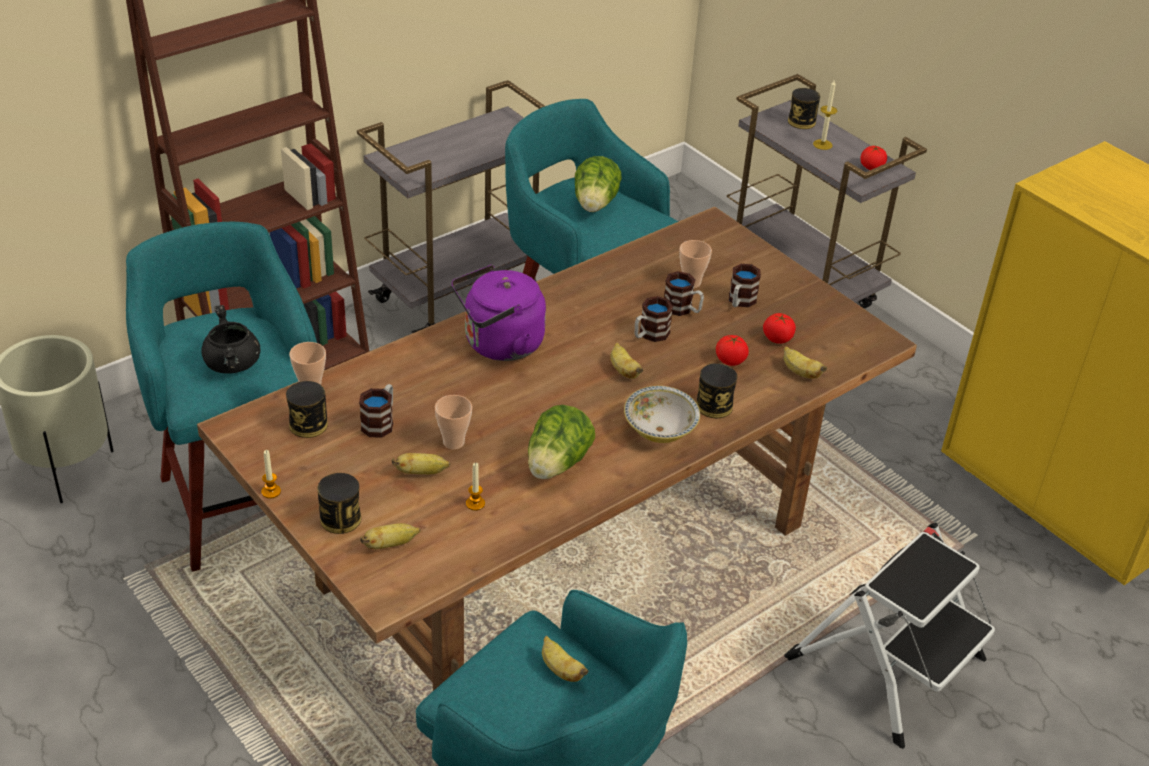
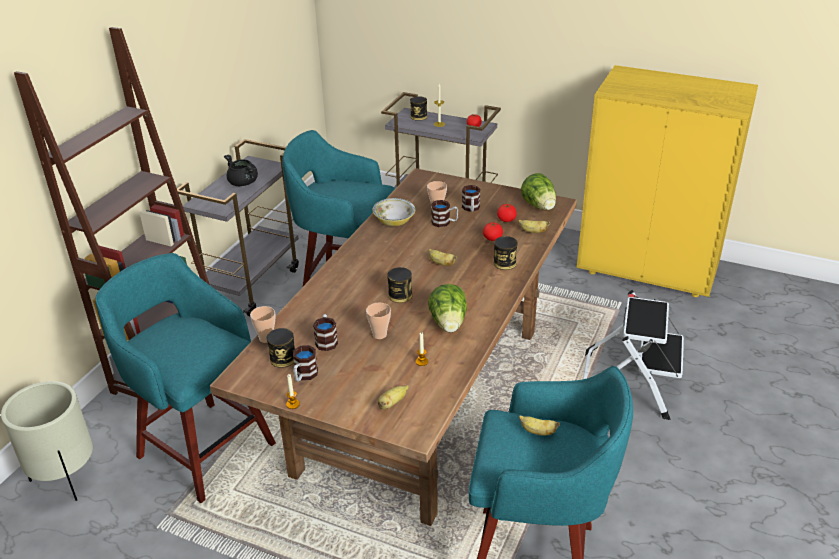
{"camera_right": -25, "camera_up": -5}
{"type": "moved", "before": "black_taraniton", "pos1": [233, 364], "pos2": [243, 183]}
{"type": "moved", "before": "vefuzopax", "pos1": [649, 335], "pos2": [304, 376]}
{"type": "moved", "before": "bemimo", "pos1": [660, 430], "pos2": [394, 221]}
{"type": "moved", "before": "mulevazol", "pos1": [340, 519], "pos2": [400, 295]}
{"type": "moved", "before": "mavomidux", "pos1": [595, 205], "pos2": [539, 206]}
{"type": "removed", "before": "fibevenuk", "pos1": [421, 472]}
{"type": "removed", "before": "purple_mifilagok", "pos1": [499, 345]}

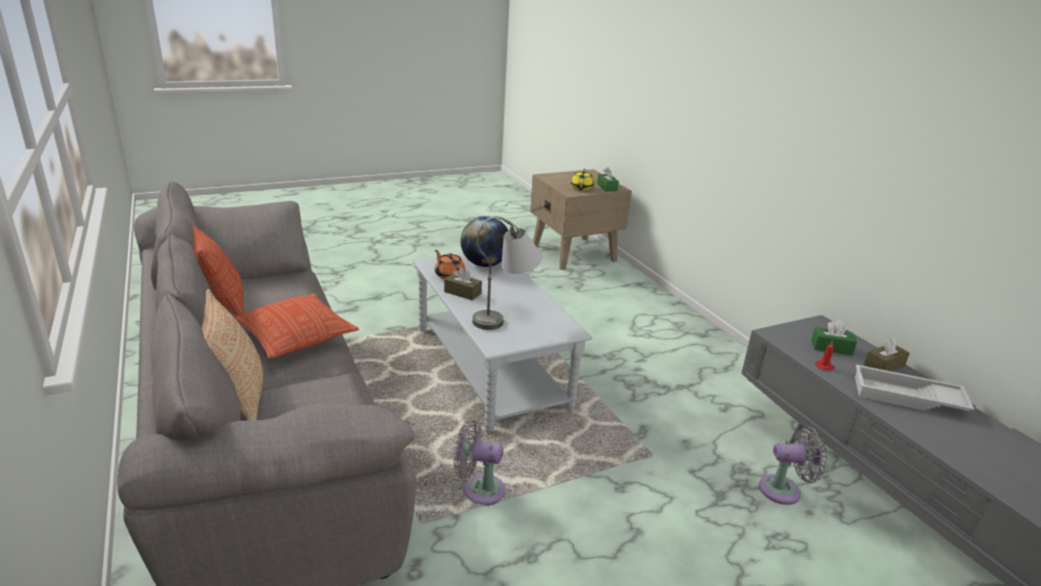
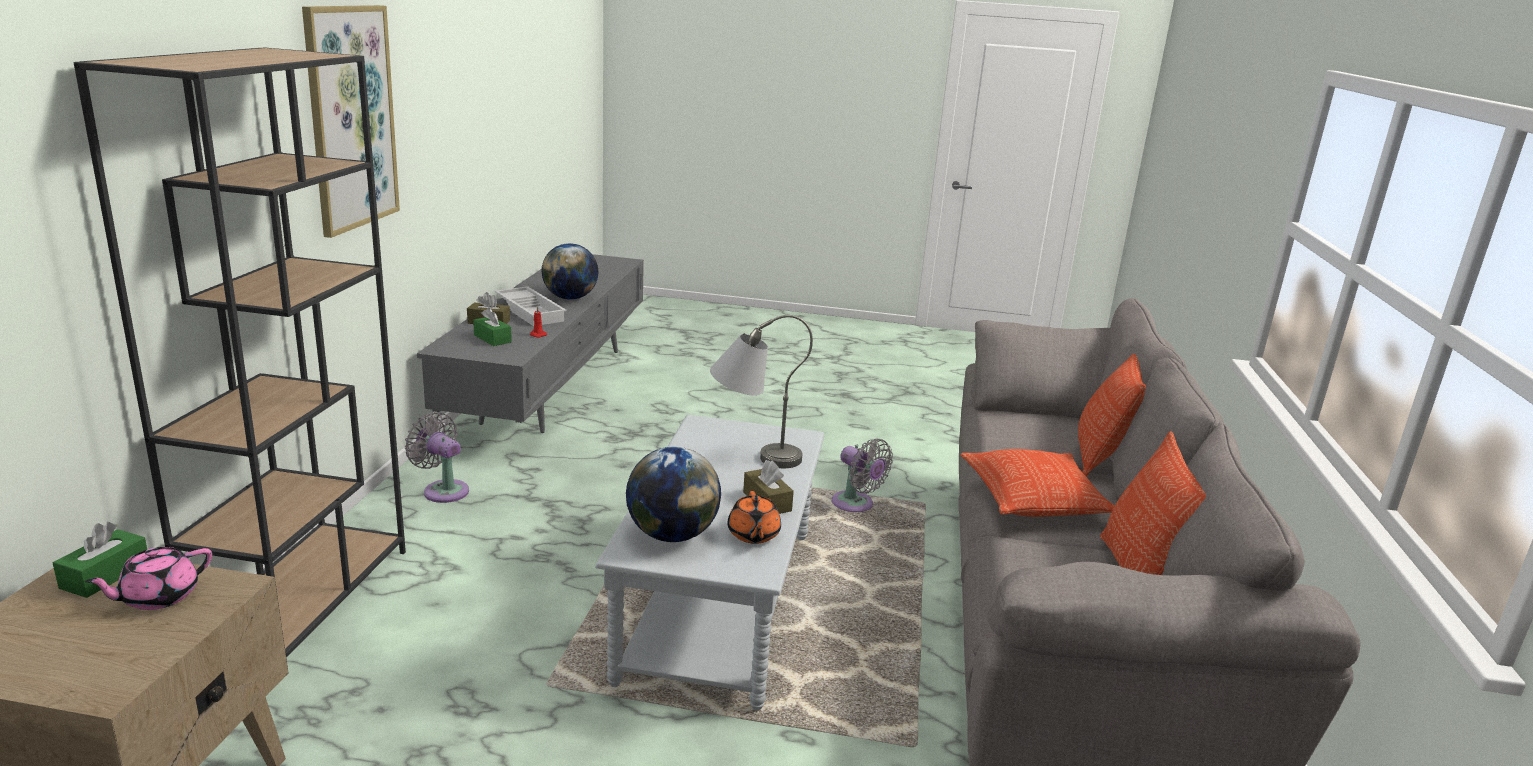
{"camera_right": -145, "camera_up": -5}
{"type": "added", "after": "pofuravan", "pos2": [305, 599]}
{"type": "recoloured", "before": "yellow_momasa", "after": "pink_momasa", "pos1": [582, 187], "pos2": [158, 597]}
{"type": "added", "after": "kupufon", "pos2": [351, 118]}
{"type": "moved", "before": "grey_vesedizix", "pos1": [784, 490], "pos2": [443, 490]}
{"type": "added", "after": "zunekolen", "pos2": [570, 298]}
{"type": "recoloured", "before": "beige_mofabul", "after": "orange_mofabul", "pos1": [239, 399], "pos2": [1099, 458]}

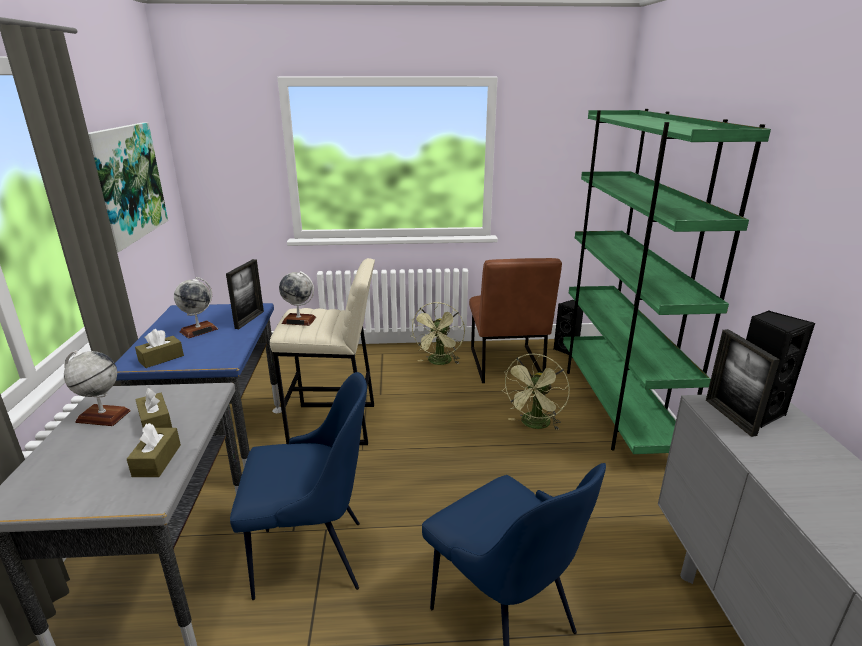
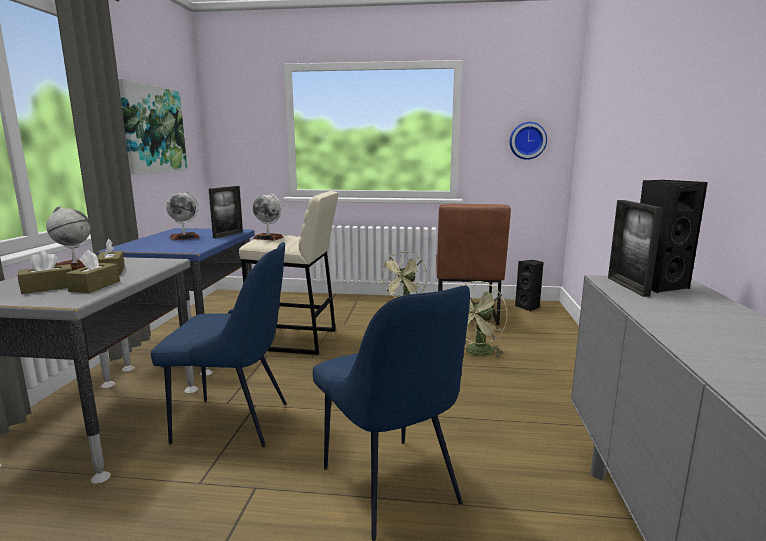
{"camera_right": 10, "camera_up": -10}
{"type": "moved", "before": "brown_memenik", "pos1": [161, 358], "pos2": [48, 287]}
{"type": "added", "after": "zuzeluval", "pos2": [527, 140]}
{"type": "removed", "before": "green_pofuravan", "pos1": [615, 406]}

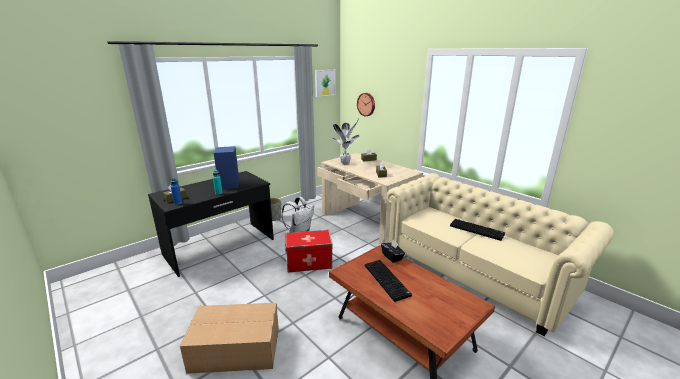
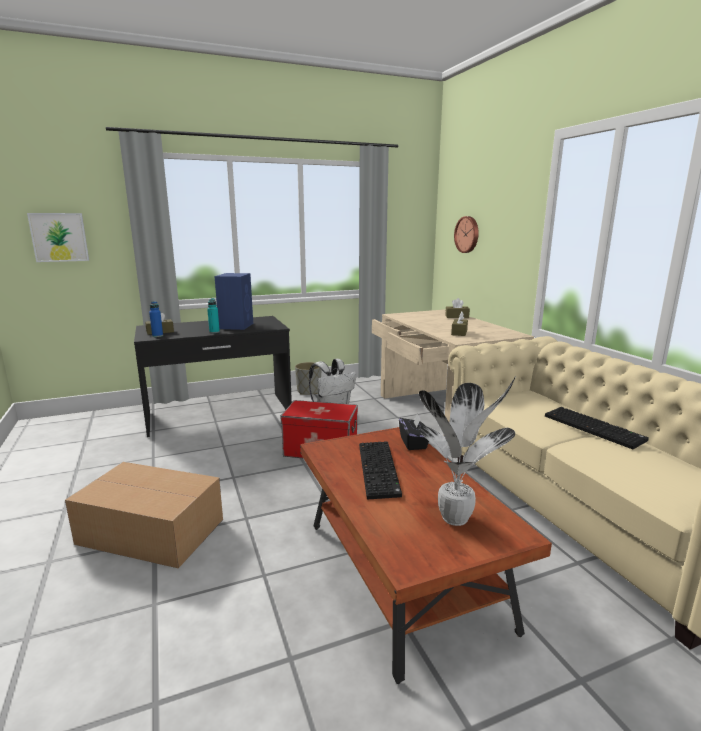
{"camera_right": 20, "camera_up": -5}
{"type": "moved", "before": "kupufon", "pos1": [325, 83], "pos2": [59, 237]}
{"type": "moved", "before": "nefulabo", "pos1": [346, 163], "pos2": [457, 520]}

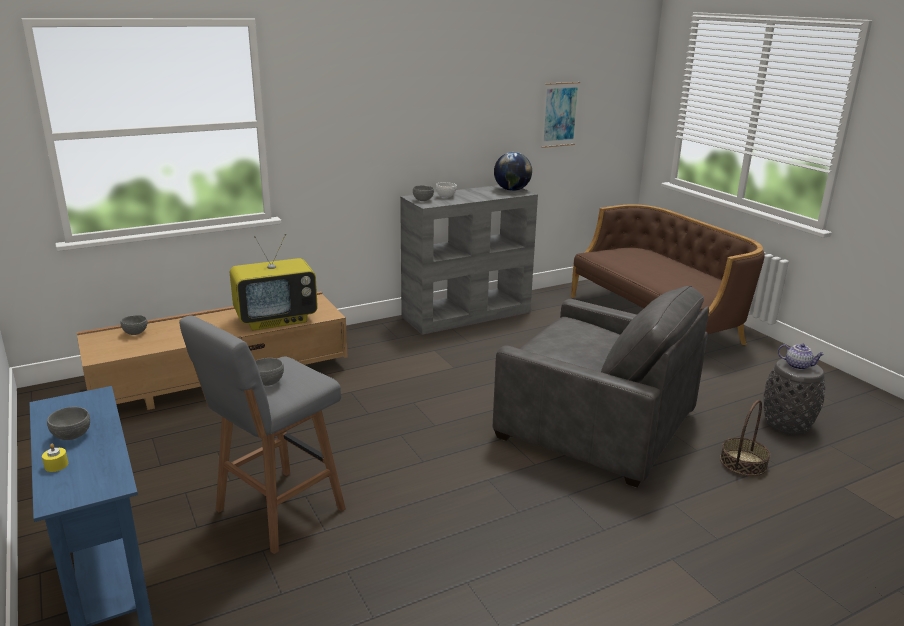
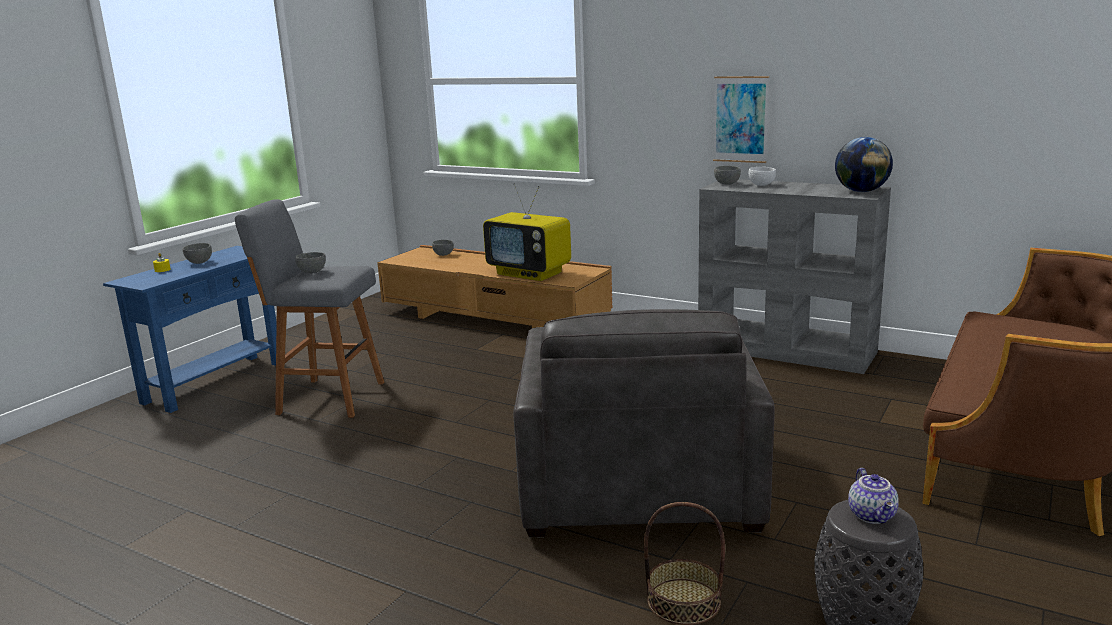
{"camera_right": 60, "camera_up": -5}
{"type": "moved", "before": "kupufon", "pos1": [560, 114], "pos2": [740, 119]}

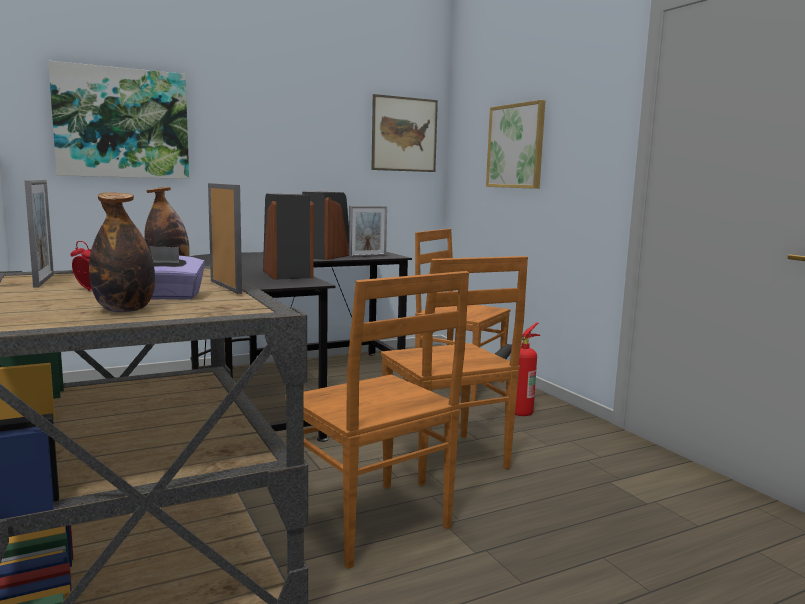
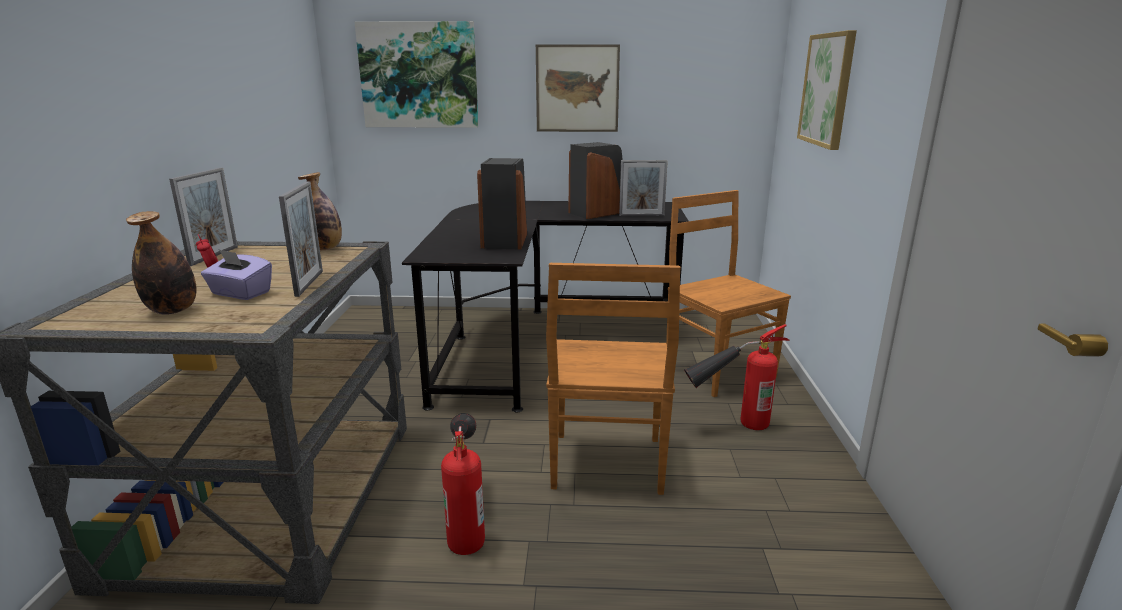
{"camera_right": 30, "camera_up": 10}
{"type": "replaced", "before": "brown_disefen", "after": "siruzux", "pos1": [372, 524], "pos2": [466, 519]}
{"type": "moved", "before": "kupufon", "pos1": [404, 134], "pos2": [577, 88]}

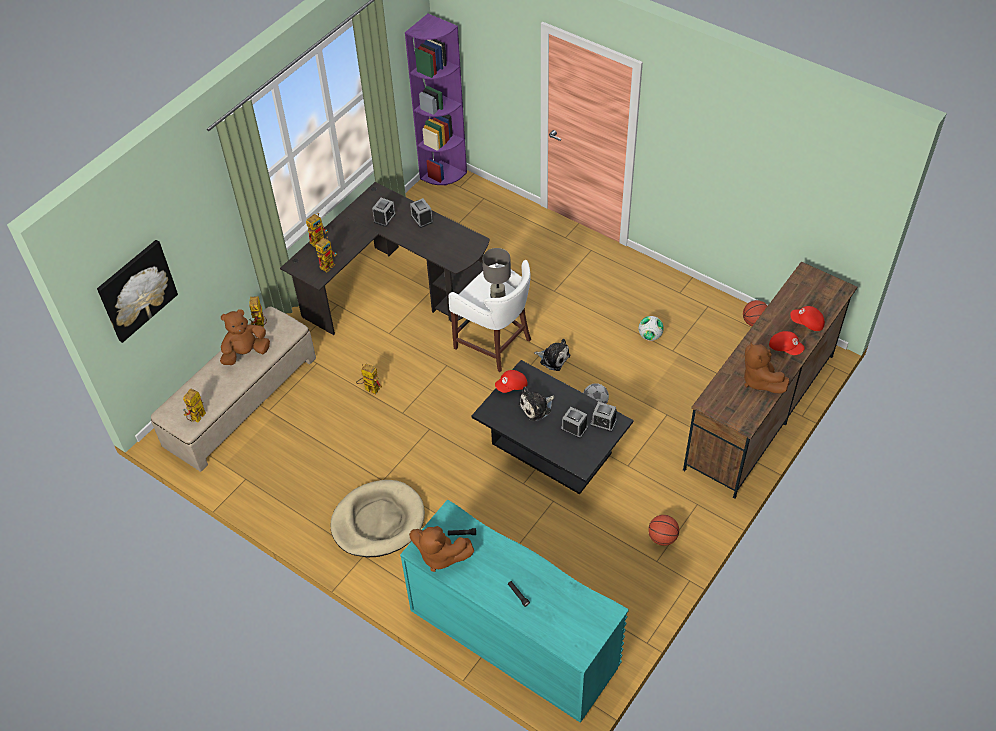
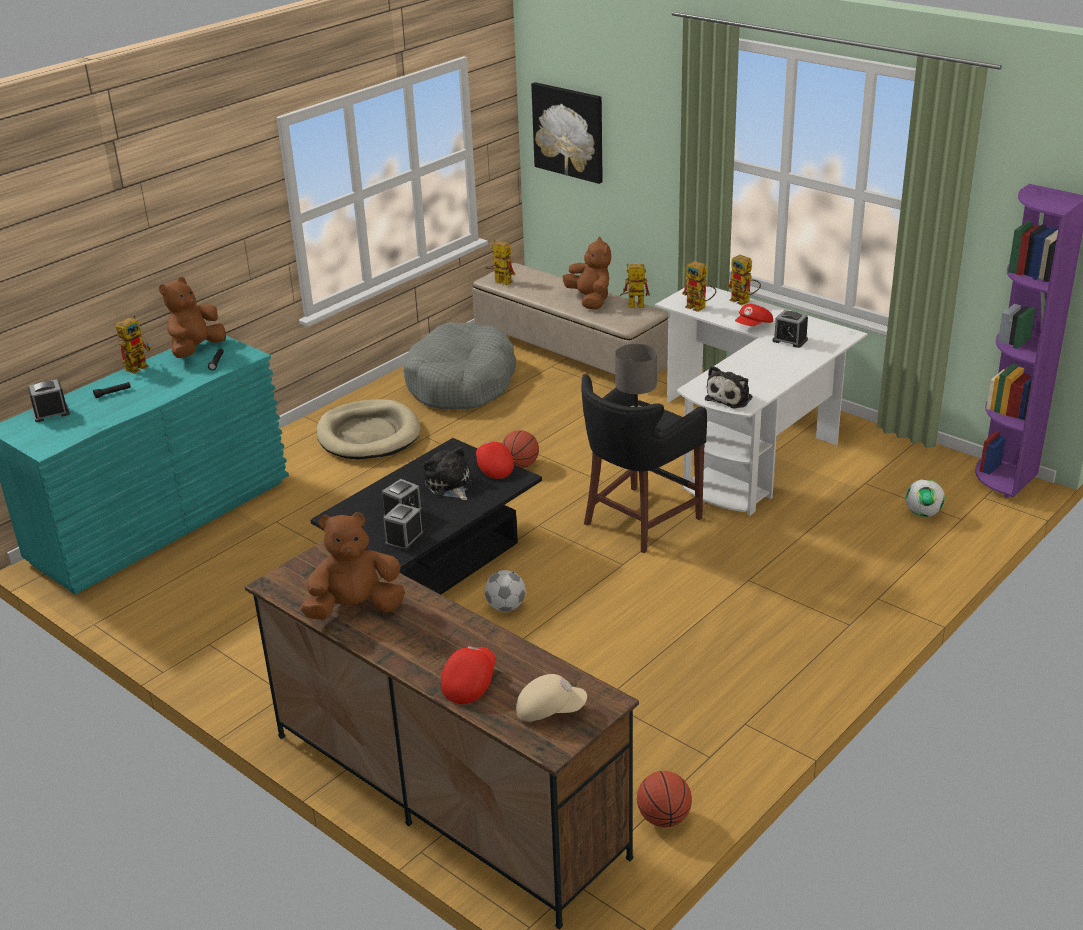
{"camera_right": 95, "camera_up": -20}
{"type": "moved", "before": "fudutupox", "pos1": [422, 219], "pos2": [51, 413]}
{"type": "moved", "before": "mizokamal", "pos1": [369, 389], "pos2": [139, 366]}
{"type": "added", "after": "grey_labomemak", "pos2": [461, 383]}
{"type": "moved", "before": "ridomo", "pos1": [662, 537], "pos2": [520, 465]}
{"type": "added", "after": "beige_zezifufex", "pos2": [550, 710]}
{"type": "recoloured", "before": "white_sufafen", "after": "black_sufafen", "pos1": [495, 344], "pos2": [638, 521]}
{"type": "recoloured", "before": "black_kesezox", "after": "white_kesezox", "pos1": [393, 288], "pos2": [751, 441]}
{"type": "moved", "before": "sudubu", "pos1": [553, 358], "pos2": [730, 398]}
{"type": "moved", "before": "red_zezifufex", "pos1": [785, 348], "pos2": [753, 326]}
{"type": "moved", "before": "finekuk", "pos1": [650, 336], "pos2": [922, 513]}

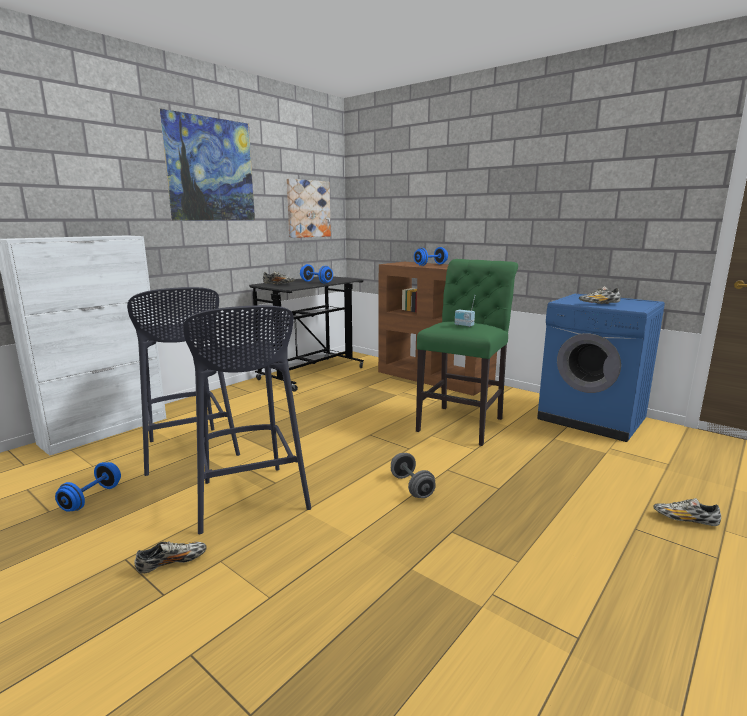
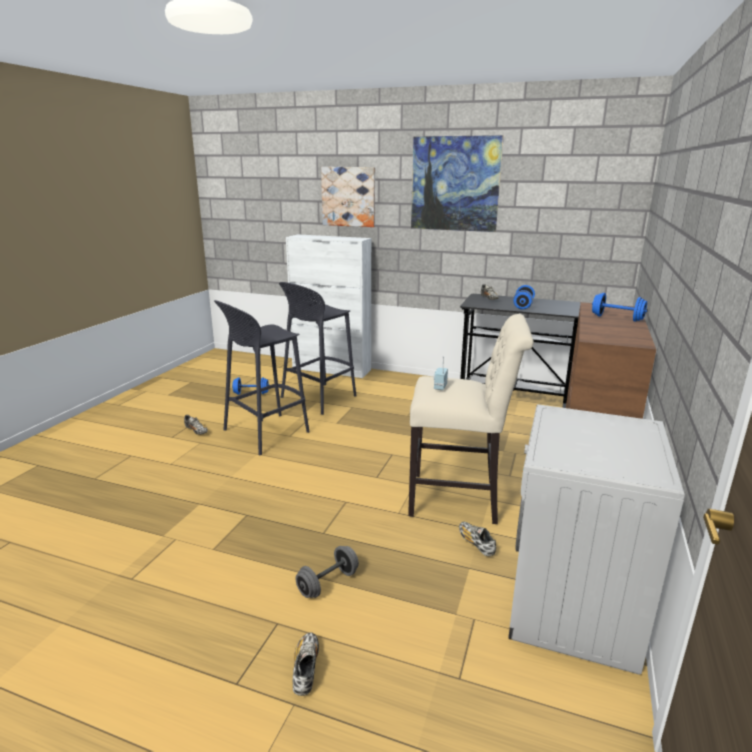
{"camera_right": 70, "camera_up": 5}
{"type": "moved", "before": "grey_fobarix", "pos1": [411, 487], "pos2": [328, 583]}
{"type": "moved", "before": "kupufon", "pos1": [308, 209], "pos2": [349, 196]}
{"type": "recoloured", "before": "green_sufafen", "after": "beige_sufafen", "pos1": [463, 423], "pos2": [460, 499]}
{"type": "moved", "before": "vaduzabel", "pos1": [599, 304], "pos2": [476, 543]}
{"type": "recoloured", "before": "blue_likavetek", "after": "white_likavetek", "pos1": [591, 419], "pos2": [569, 605]}

